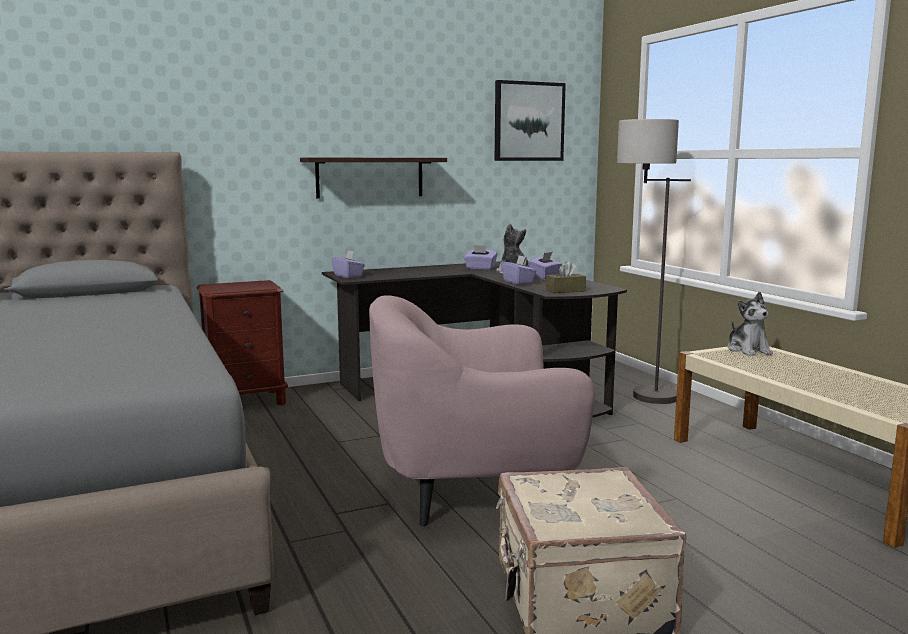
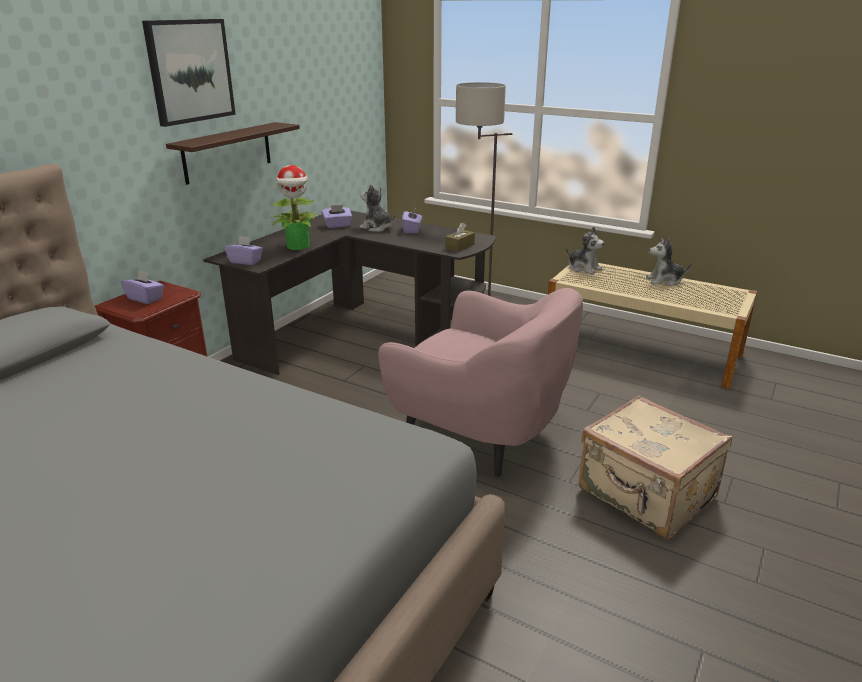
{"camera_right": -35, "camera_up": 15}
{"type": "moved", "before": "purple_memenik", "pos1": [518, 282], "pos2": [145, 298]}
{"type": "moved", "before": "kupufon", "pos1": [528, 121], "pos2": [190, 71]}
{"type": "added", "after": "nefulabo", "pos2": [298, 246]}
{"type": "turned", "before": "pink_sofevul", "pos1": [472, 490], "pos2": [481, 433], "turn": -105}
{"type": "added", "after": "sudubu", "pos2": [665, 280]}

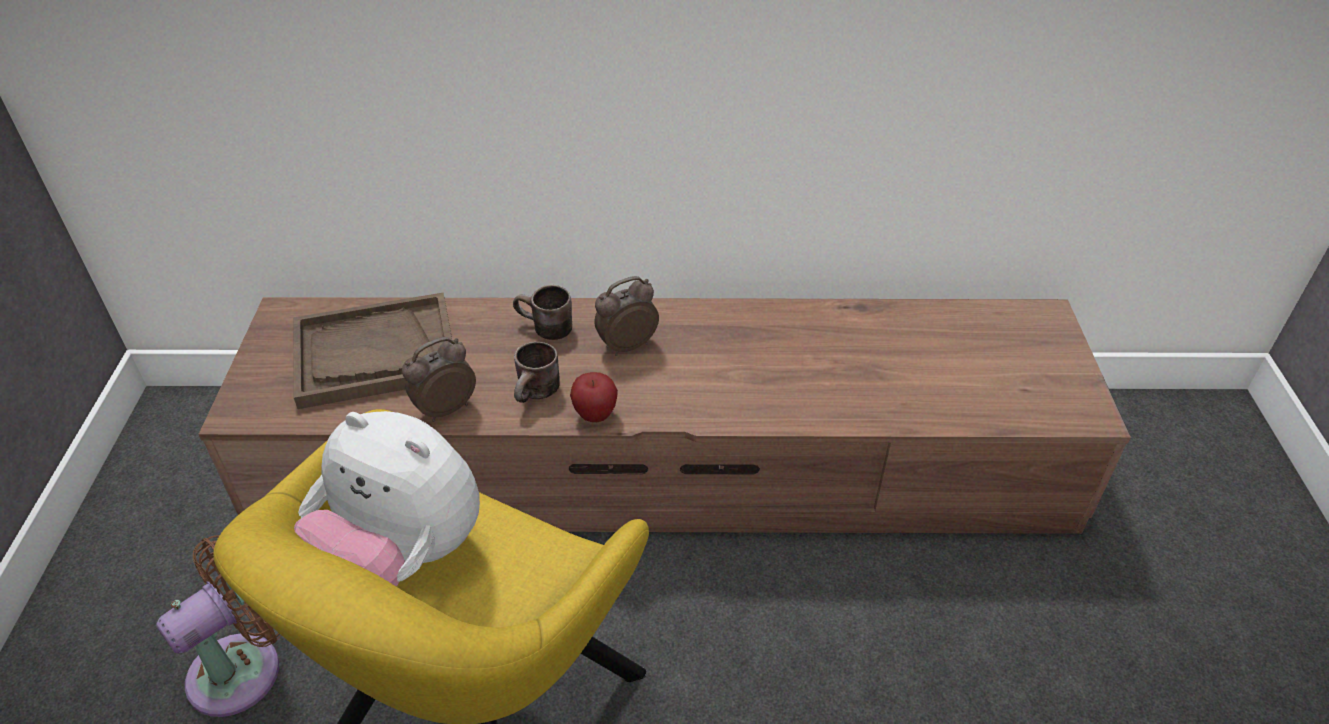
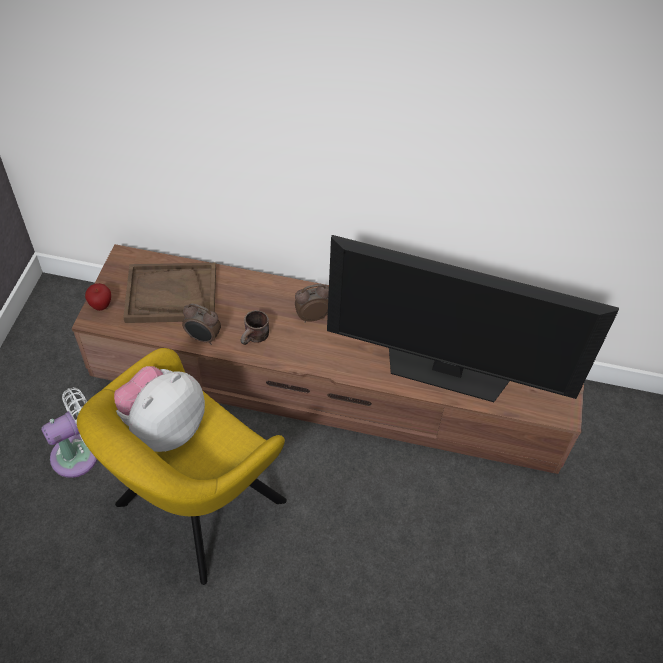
{"camera_right": 10, "camera_up": 10}
{"type": "recoloured", "before": "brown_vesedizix", "after": "white_vesedizix", "pos1": [243, 668], "pos2": [80, 453]}
{"type": "moved", "before": "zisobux", "pos1": [595, 415], "pos2": [101, 305]}
{"type": "turned", "before": "sudubu", "pos1": [400, 558], "pos2": [163, 427], "turn": 90}
{"type": "turned", "before": "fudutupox", "pos1": [445, 409], "pos2": [203, 338], "turn": -135}
{"type": "added", "after": "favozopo", "pos2": [447, 370]}
{"type": "removed", "before": "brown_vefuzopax", "pos1": [544, 329]}

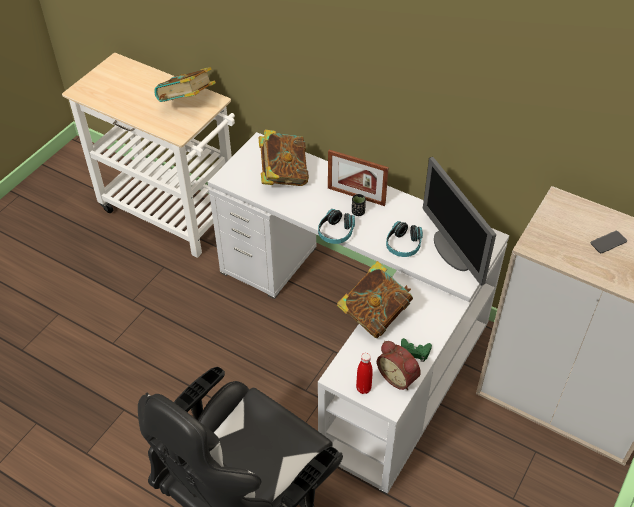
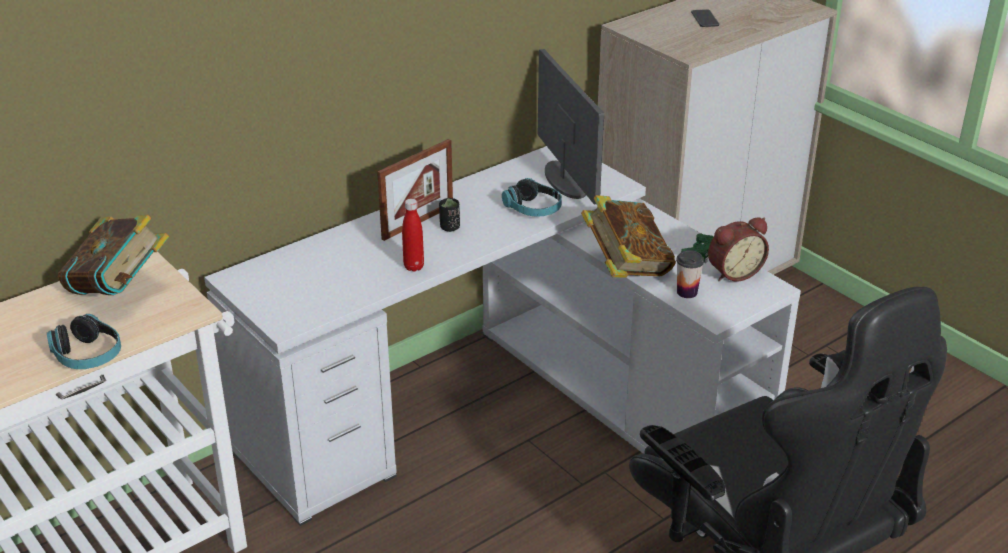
{"camera_right": -70, "camera_up": -15}
{"type": "moved", "before": "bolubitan", "pos1": [336, 232], "pos2": [87, 355]}
{"type": "moved", "before": "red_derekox", "pos1": [363, 388], "pos2": [414, 267]}
{"type": "turned", "before": "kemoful", "pos1": [452, 251], "pos2": [565, 180], "turn": -105}
{"type": "added", "after": "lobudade", "pos2": [687, 292]}
{"type": "removed", "before": "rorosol", "pos1": [283, 175]}

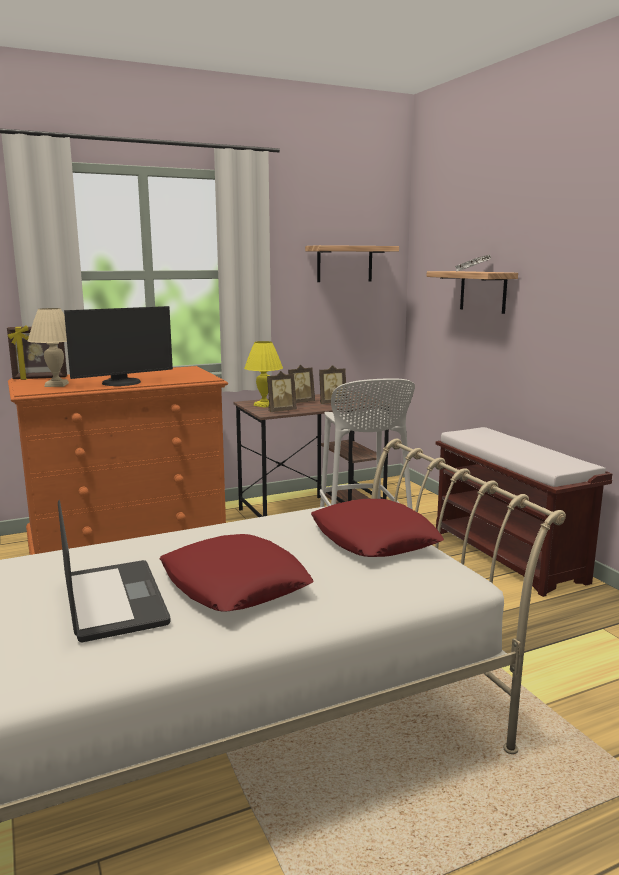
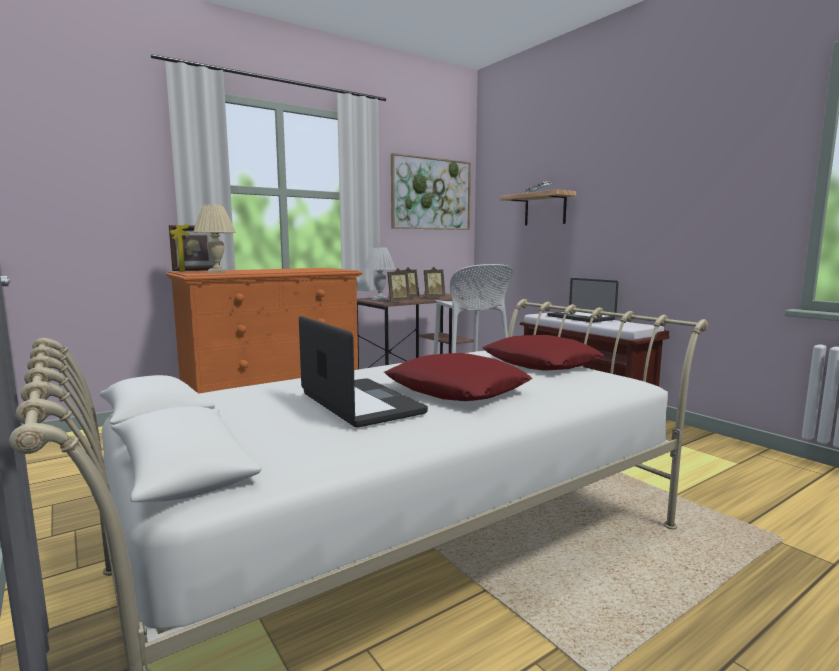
{"camera_right": -10, "camera_up": -5}
{"type": "recoloured", "before": "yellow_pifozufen", "after": "white_pifozufen", "pos1": [264, 405], "pos2": [380, 299]}
{"type": "replaced", "before": "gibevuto", "after": "kupufon", "pos1": [344, 264], "pos2": [431, 194]}
{"type": "added", "after": "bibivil", "pos2": [580, 318]}
{"type": "removed", "before": "kemoful", "pos1": [122, 383]}

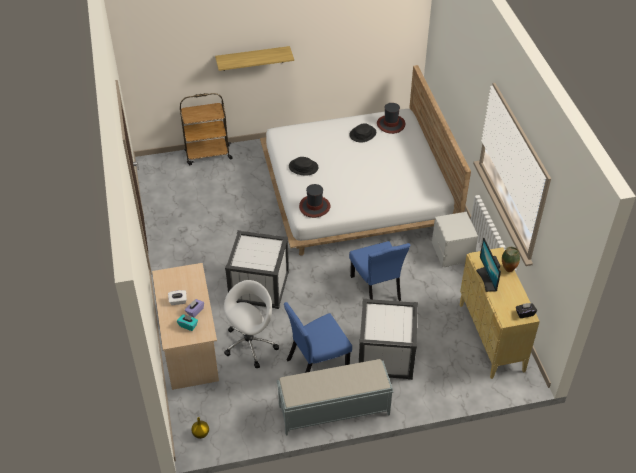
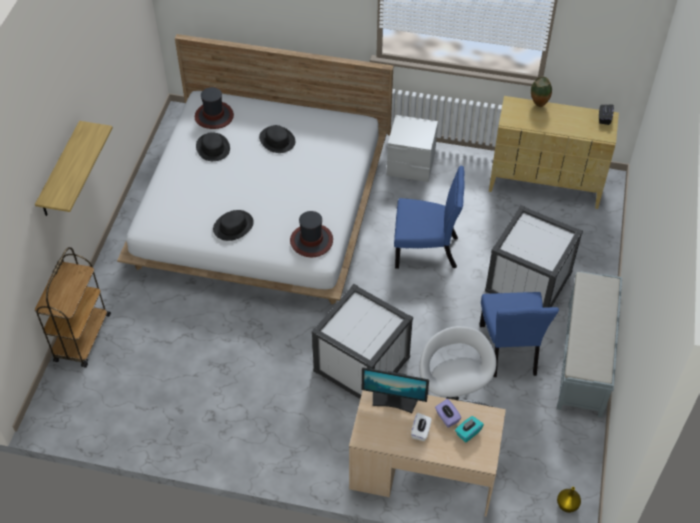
{"camera_right": -65, "camera_up": 5}
{"type": "added", "after": "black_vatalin", "pos2": [277, 140]}
{"type": "moved", "before": "kemoful", "pos1": [487, 279], "pos2": [394, 401]}

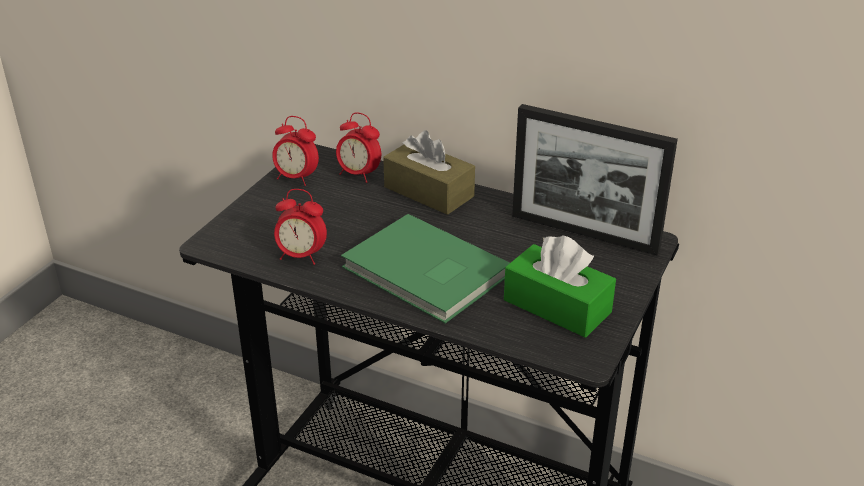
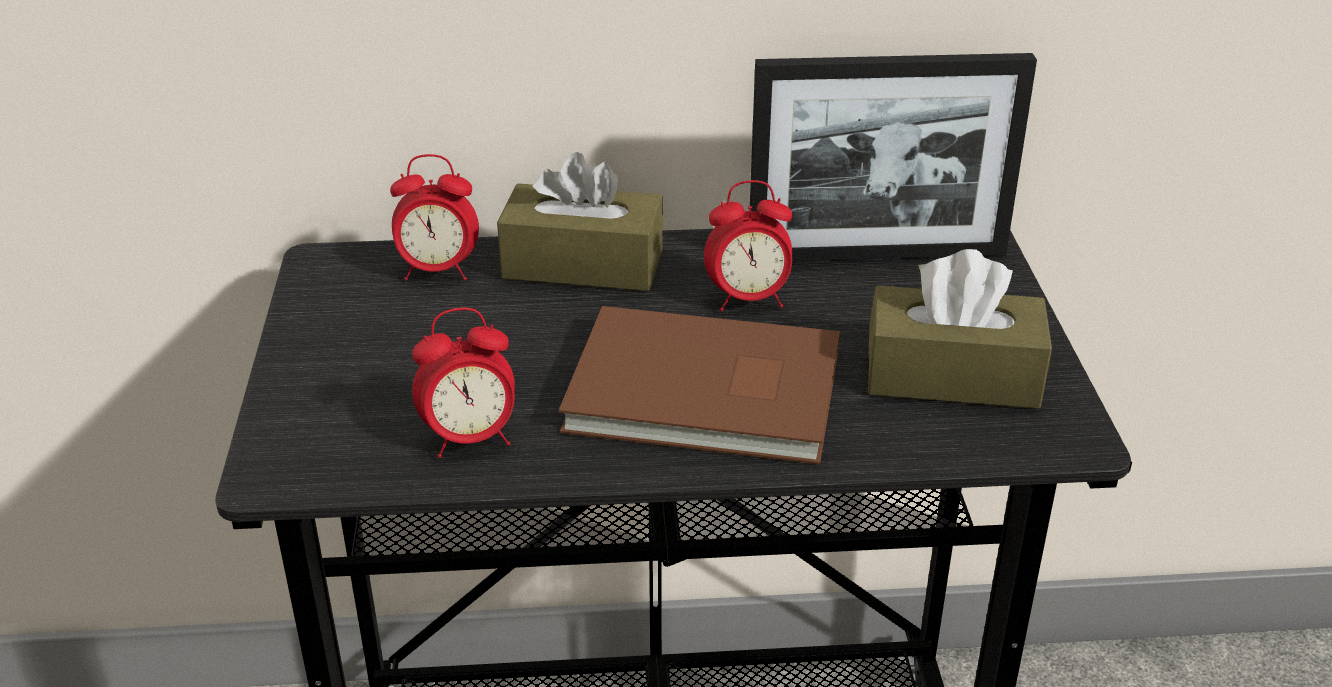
{"camera_right": -30, "camera_up": 0}
{"type": "recoloured", "before": "green_rorosol", "after": "brown_rorosol", "pos1": [425, 273], "pos2": [707, 395]}
{"type": "moved", "before": "fudutupox", "pos1": [296, 178], "pos2": [748, 300]}
{"type": "recoloured", "before": "green_memenik", "after": "brown_memenik", "pos1": [557, 306], "pos2": [952, 376]}

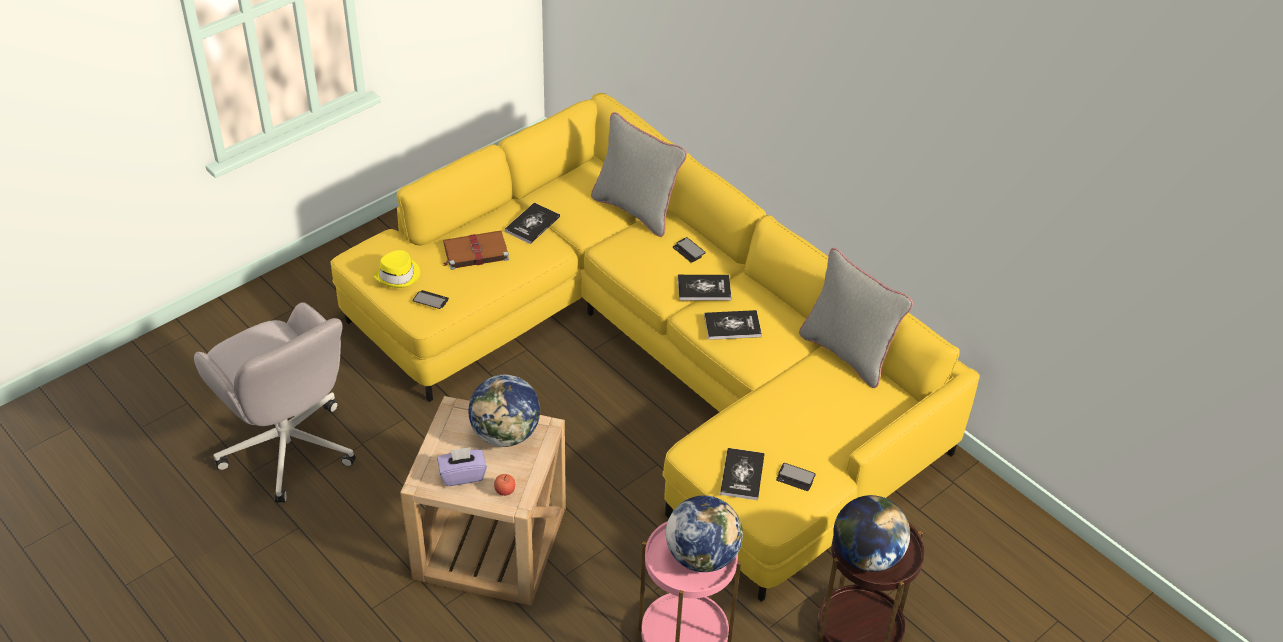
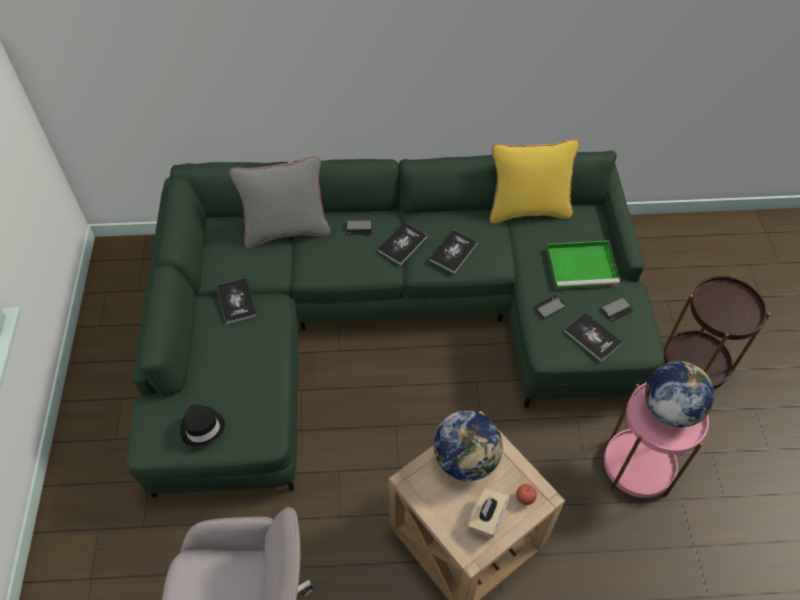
{"camera_right": -50, "camera_up": 10}
{"type": "recoloured", "before": "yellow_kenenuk", "after": "green_kenenuk", "pos1": [656, 359], "pos2": [382, 319]}
{"type": "recoloured", "before": "yellow_vatalin", "after": "black_vatalin", "pos1": [398, 275], "pos2": [202, 427]}
{"type": "recoloured", "before": "purple_memenik", "after": "beige_memenik", "pos1": [462, 475], "pos2": [486, 518]}
{"type": "recoloured", "before": "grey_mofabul", "after": "yellow_mofabul", "pos1": [847, 353], "pos2": [528, 210]}
{"type": "moved", "before": "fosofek", "pos1": [430, 300], "pos2": [549, 307]}
{"type": "added", "after": "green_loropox", "pos2": [583, 266]}
{"type": "removed", "before": "brown_rorosol", "pos1": [474, 252]}
{"type": "removed", "before": "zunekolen", "pos1": [866, 556]}

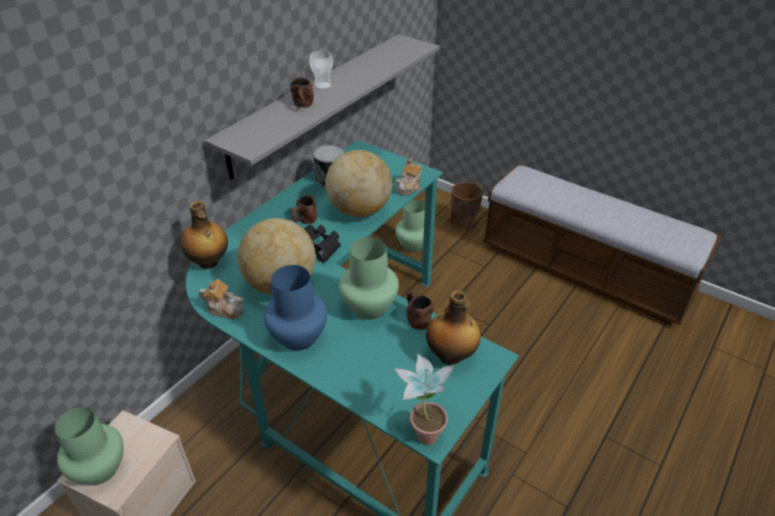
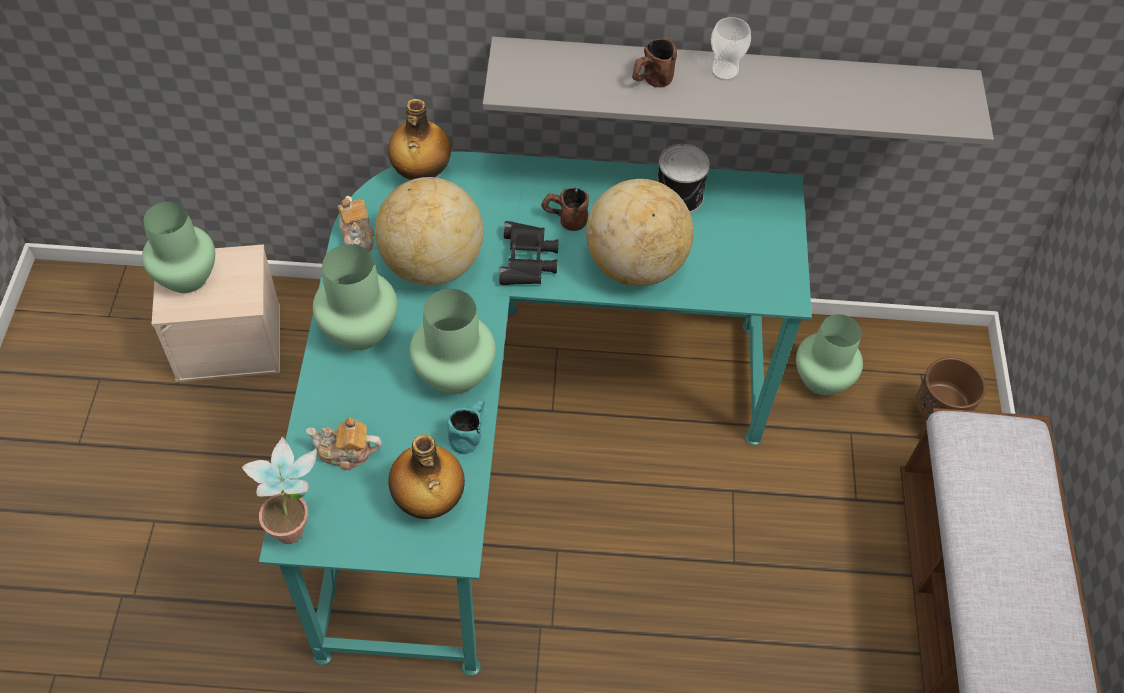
{"camera_right": 55, "camera_up": 15}
{"type": "moved", "before": "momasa", "pos1": [409, 187], "pos2": [346, 453]}
{"type": "recoloured", "before": "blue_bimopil", "after": "green_bimopil", "pos1": [298, 336], "pos2": [360, 330]}
{"type": "recoloured", "before": "brown_vefuzopax", "after": "turquoise_vefuzopax", "pos1": [416, 317], "pos2": [470, 432]}

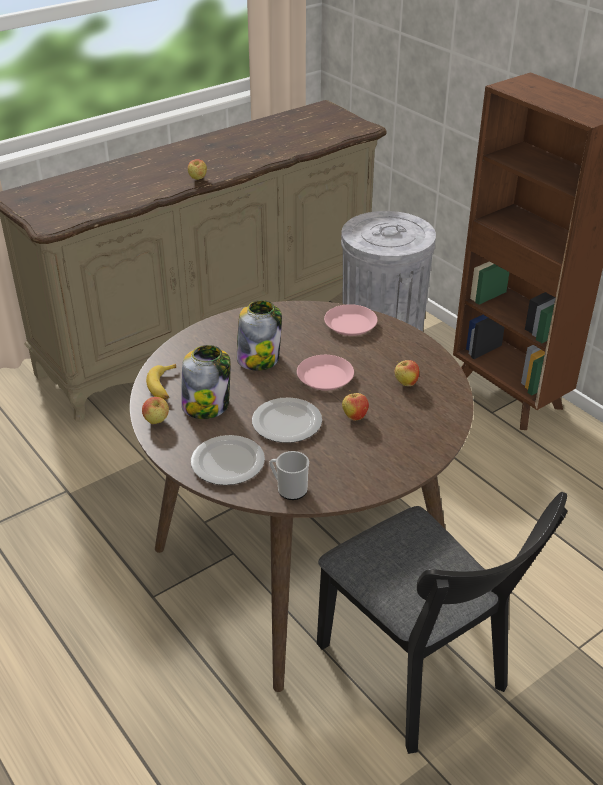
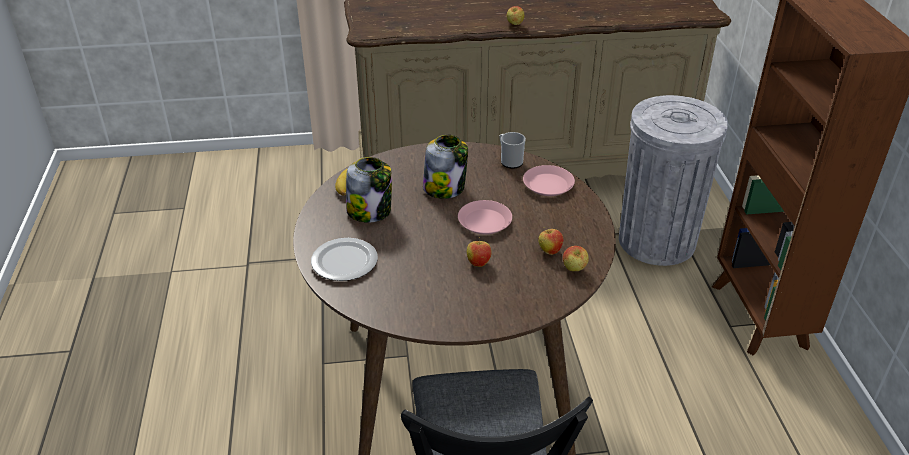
{"camera_right": 30, "camera_up": 0}
{"type": "moved", "before": "vefuzopax", "pos1": [289, 489], "pos2": [510, 161]}
{"type": "moved", "before": "zisobux", "pos1": [157, 421], "pos2": [574, 269]}
{"type": "removed", "before": "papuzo", "pos1": [287, 423]}

